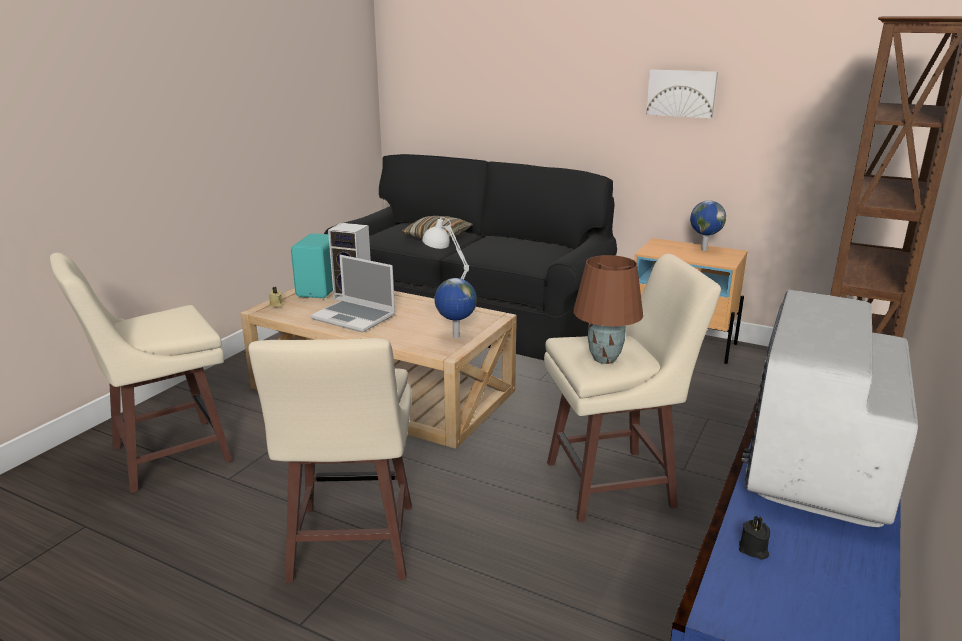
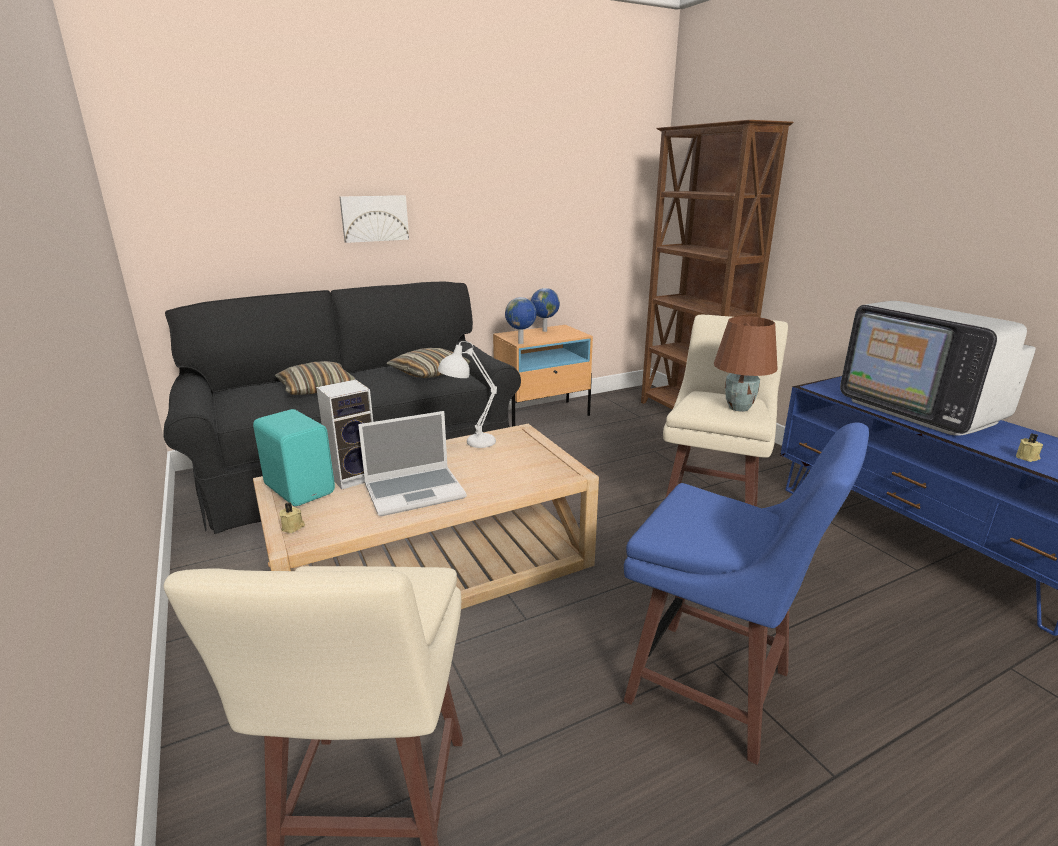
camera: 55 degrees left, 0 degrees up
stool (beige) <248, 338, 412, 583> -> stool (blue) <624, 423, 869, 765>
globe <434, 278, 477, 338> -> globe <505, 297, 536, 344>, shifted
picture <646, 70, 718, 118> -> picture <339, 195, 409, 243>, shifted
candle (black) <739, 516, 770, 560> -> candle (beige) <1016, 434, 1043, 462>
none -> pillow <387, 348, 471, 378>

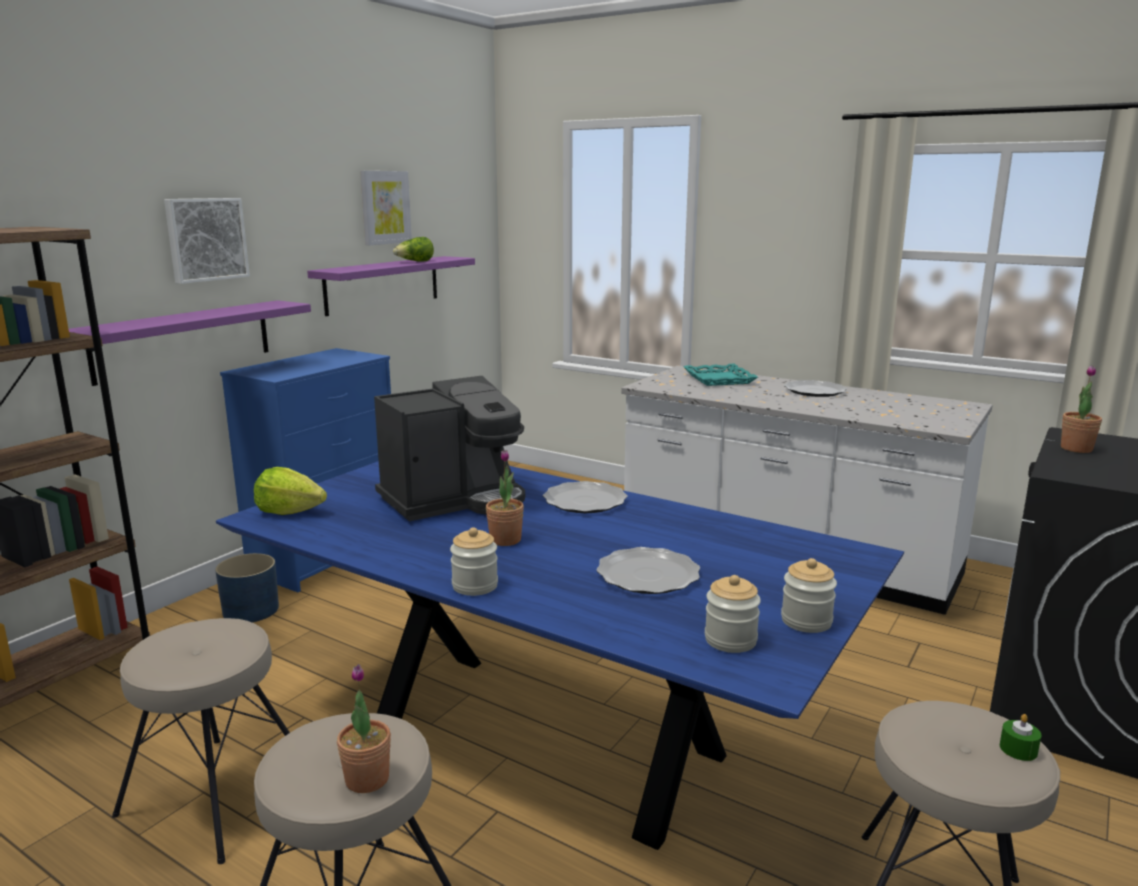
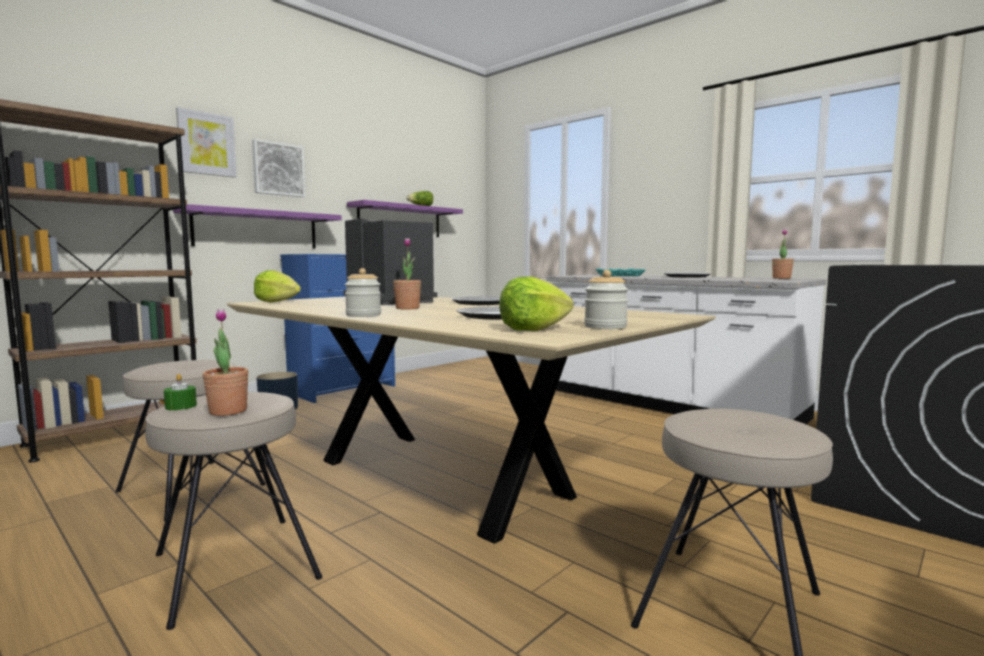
camera: 10 degrees right, 10 degrees down
dining table (blue) <216, 461, 904, 850> -> dining table (beige) <227, 297, 716, 544>
picture <360, 171, 412, 245> -> picture <176, 107, 237, 178>, shifted
coffee machine <374, 376, 525, 521> -> coffee machine <343, 218, 437, 305>, 105 degrees counterclockwise
jar <705, 575, 761, 653> -> lettuce <499, 277, 573, 331>
candle (green) <1000, 714, 1042, 761> -> candle (green) <164, 374, 197, 410>, shifted
potted plant <1061, 366, 1102, 453> -> potted plant <772, 229, 794, 279>, shifted

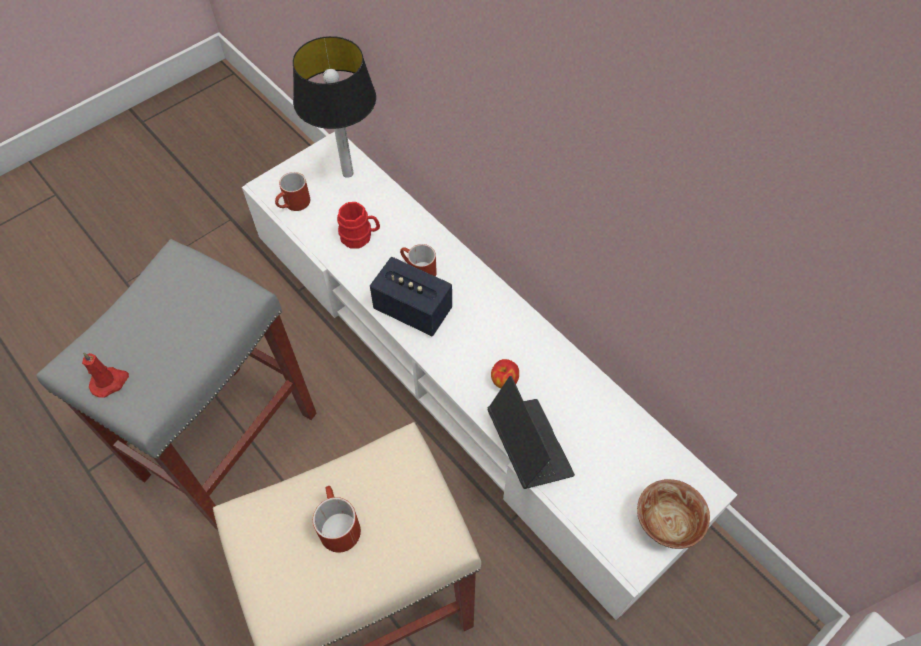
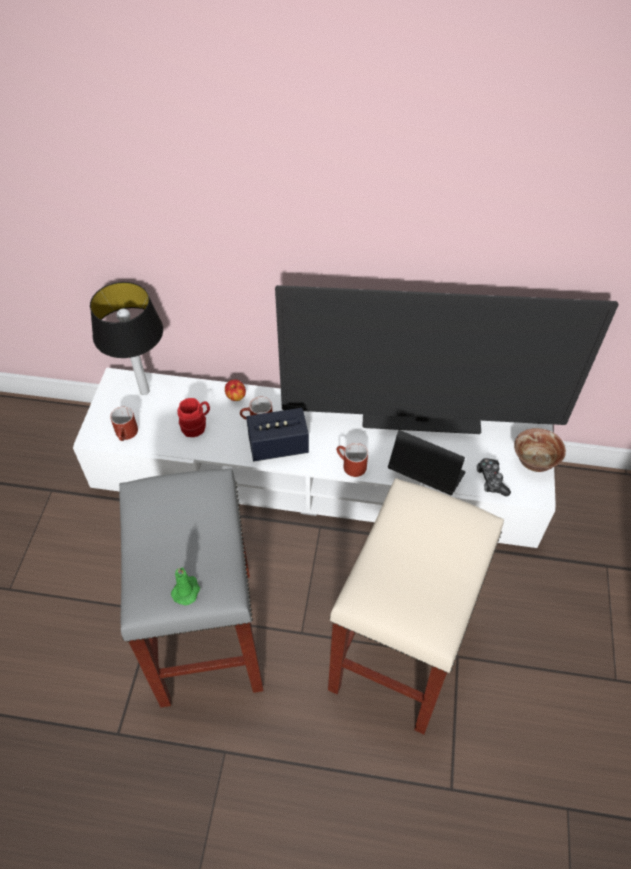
camera: 40 degrees left, 5 degrees down
candle (red) <82, 352, 129, 398> -> candle (green) <171, 567, 200, 605>
mug (red) <313, 486, 361, 553> -> mug (red) <337, 443, 368, 477>, shifted
apple <491, 359, 519, 388> -> apple <225, 379, 246, 401>, shifted
none -> television <275, 285, 618, 434>
none -> game controller <477, 458, 511, 496>

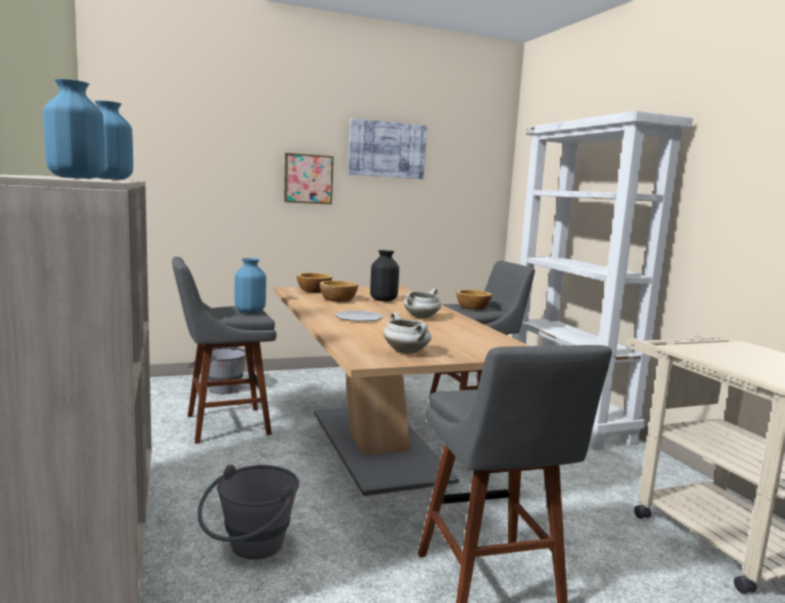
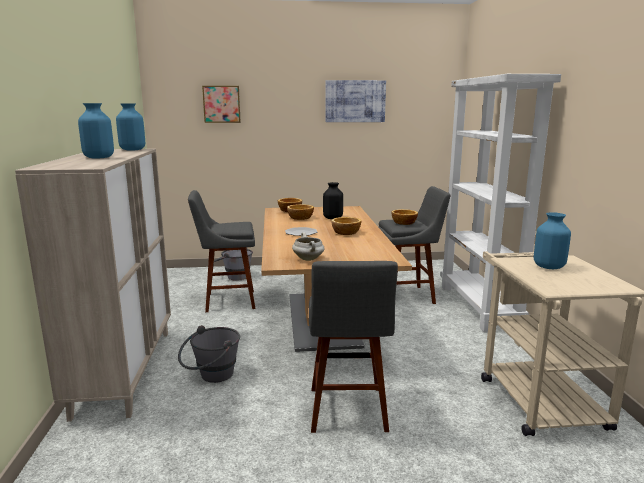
camera: 15 degrees right, 5 degrees up
vase (blue) <235, 258, 266, 313> -> vase (blue) <534, 212, 571, 269>, shifted
picture <284, 153, 334, 204> -> picture <202, 86, 241, 123>, shifted
cooking pot (white) <404, 288, 441, 319> -> bowl <331, 217, 361, 235>

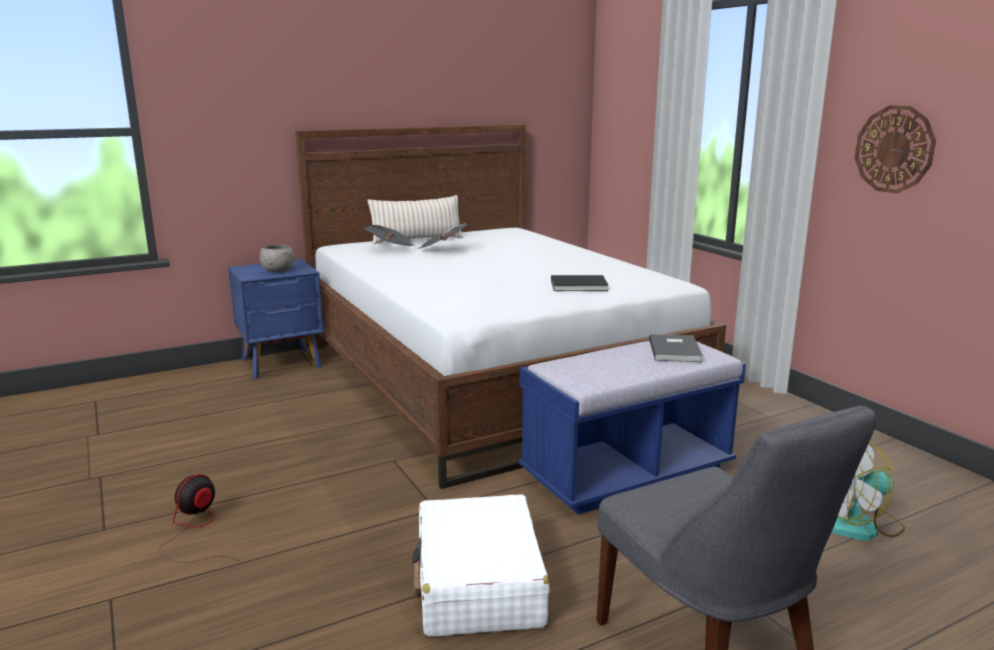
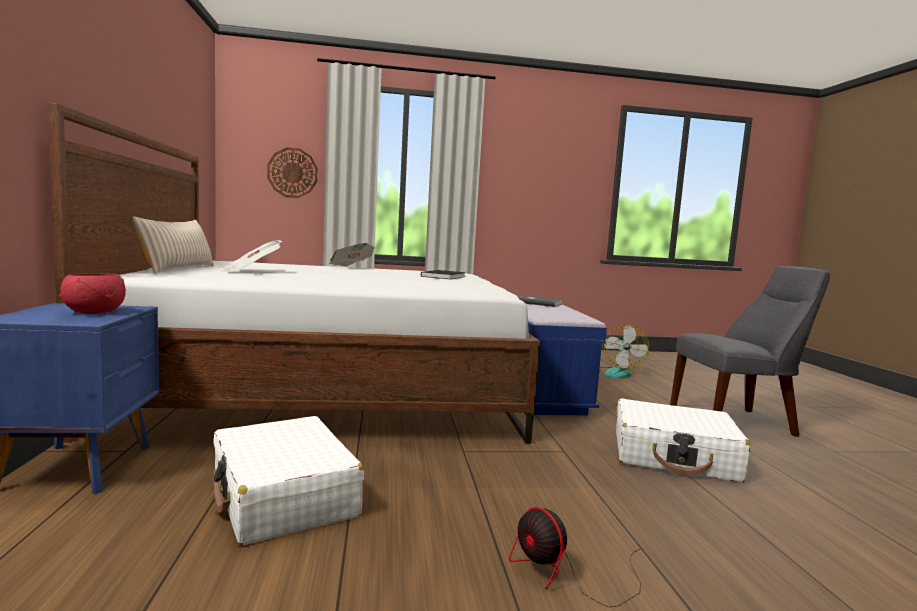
camera: 70 degrees left, 10 degrees down
bowl (grey) <260, 245, 295, 272> -> bowl (red) <59, 273, 126, 314>
newspaper <363, 225, 414, 246> -> newspaper <329, 243, 375, 266>, shifted
wall clock <854, 105, 936, 193> -> wall clock <267, 147, 318, 198>, shifted
none -> suitcase (white) <213, 416, 364, 545>

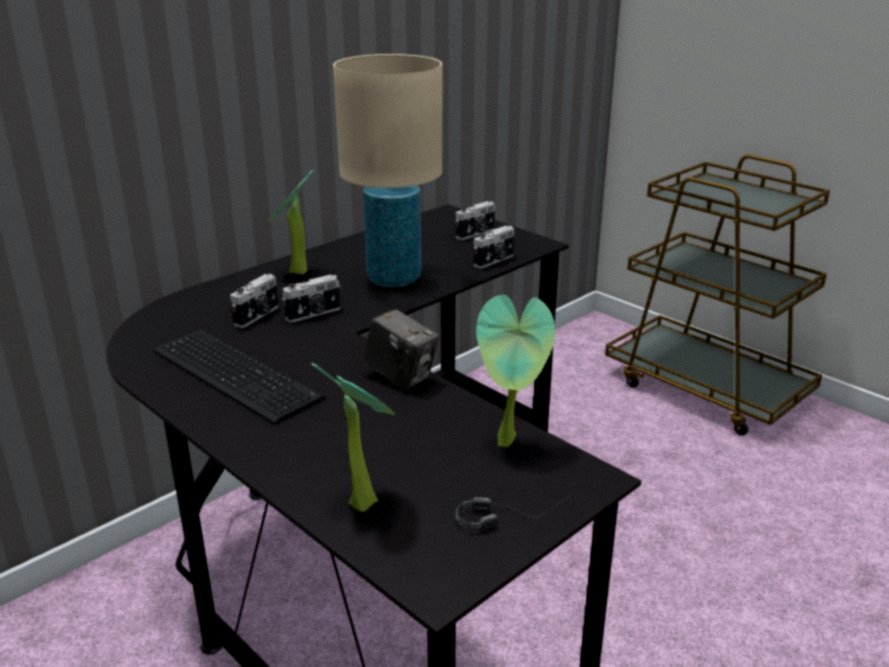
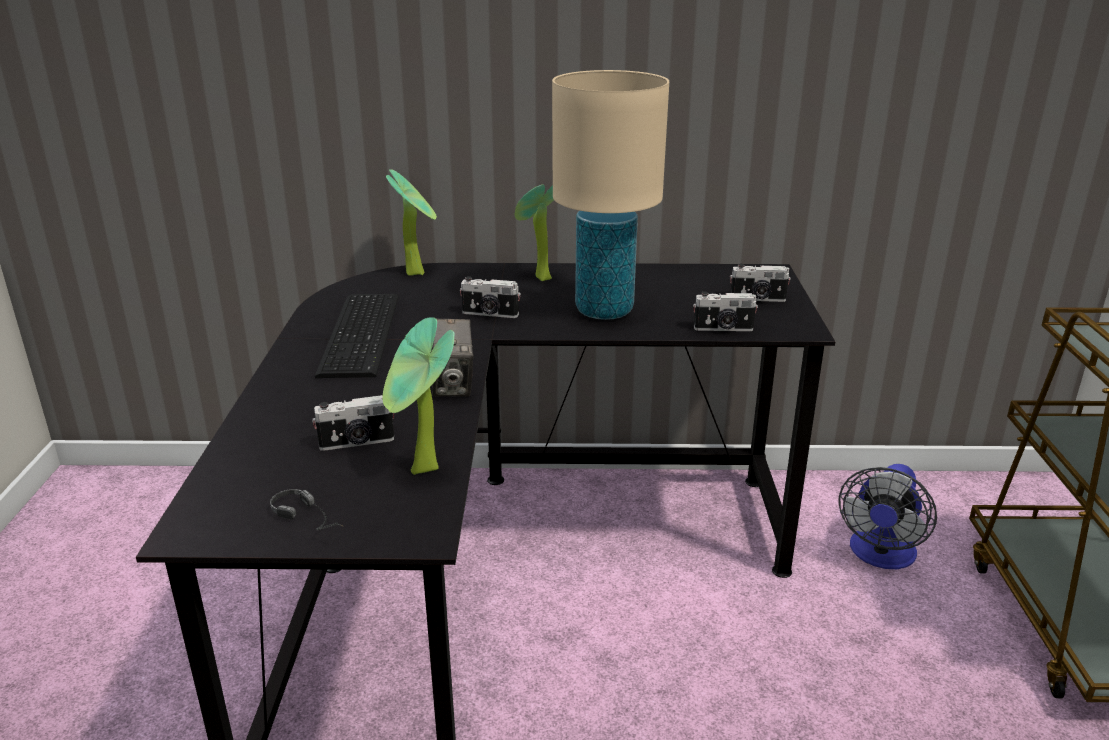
camera: 45 degrees right, 0 degrees up
photo camera <230, 274, 278, 328> -> photo camera <312, 395, 394, 451>, shifted
potted plant <311, 363, 395, 512> -> potted plant <386, 169, 437, 276>, shifted
none -> fan <838, 464, 937, 569>

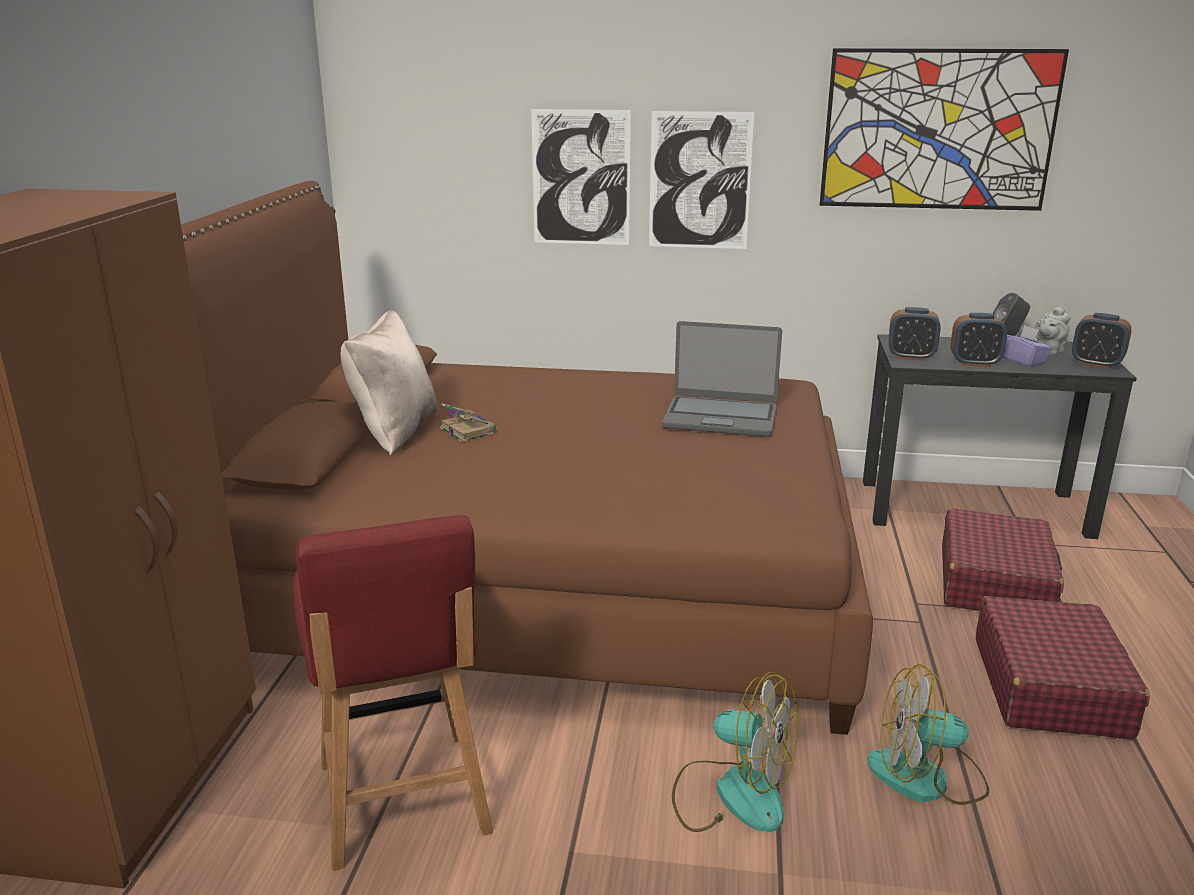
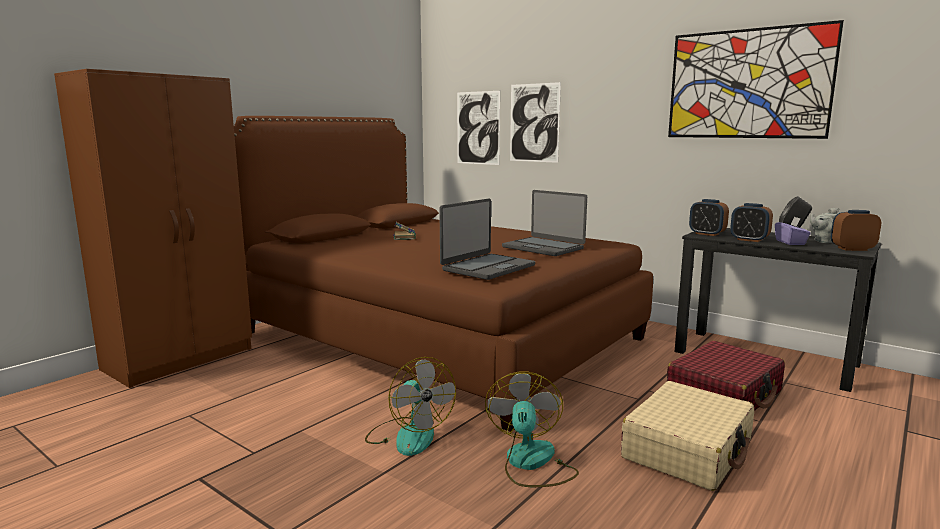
camera: 30 degrees right, 10 degrees down
chair (red) <293, 515, 493, 871> -> none
pillow (beige) <341, 310, 438, 456> -> none
picture <649, 111, 754, 249> -> picture <457, 91, 500, 165>, shifted
fan <868, 664, 989, 805> -> fan <485, 372, 579, 487>, 60 degrees clockwise
suitcase (red) <976, 596, 1150, 740> -> suitcase (beige) <621, 381, 754, 491>
alarm clock <1072, 313, 1132, 369> -> alarm clock <831, 210, 881, 251>, 120 degrees clockwise
none -> laptop <439, 199, 535, 280>

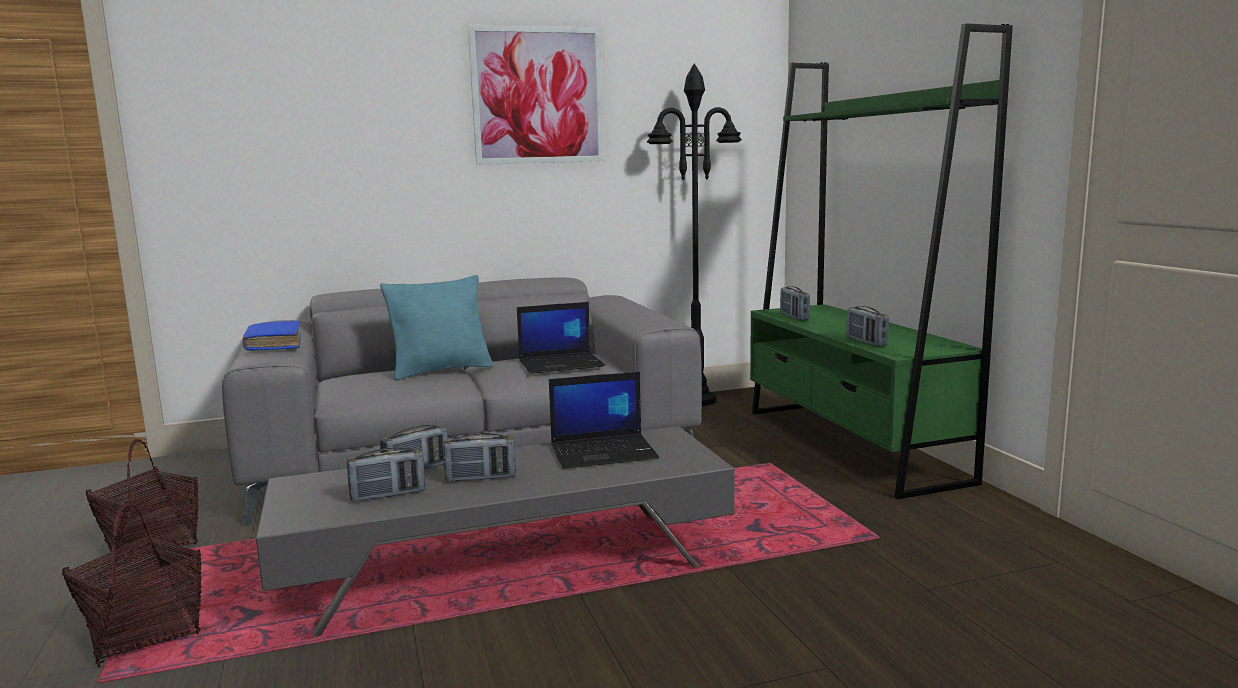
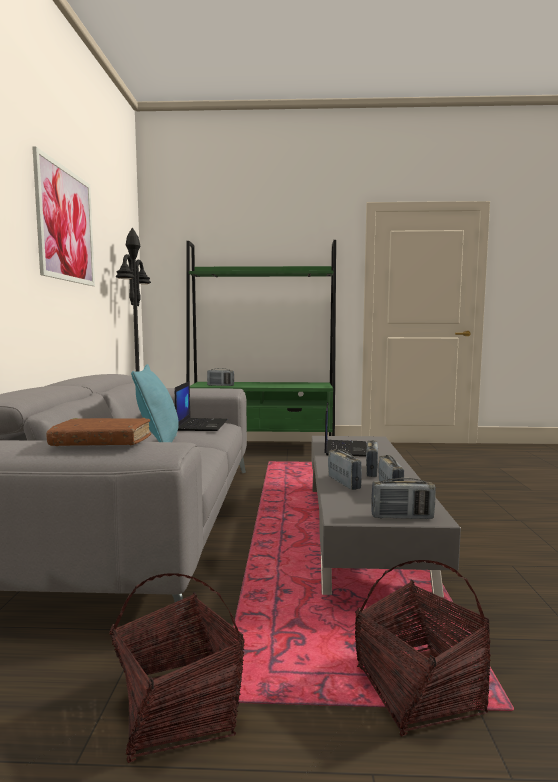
camera: 70 degrees left, 5 degrees down
book (blue) <242, 320, 301, 351> -> book (brown) <46, 418, 151, 446>
radio <847, 306, 889, 347> -> radio <371, 478, 436, 519>, shifted

